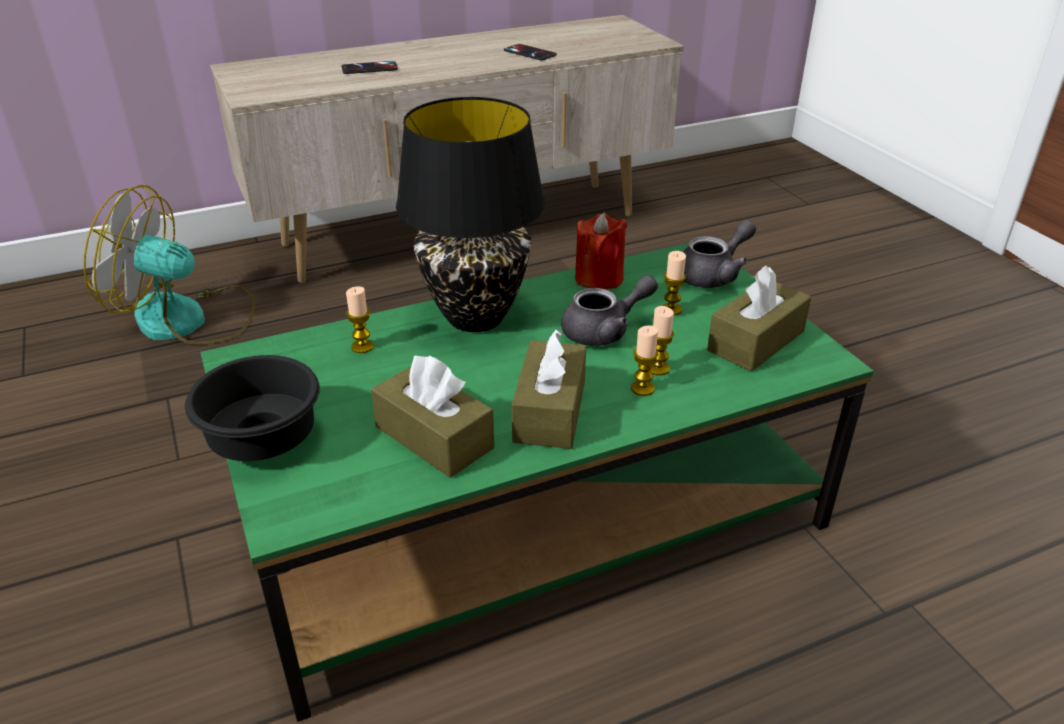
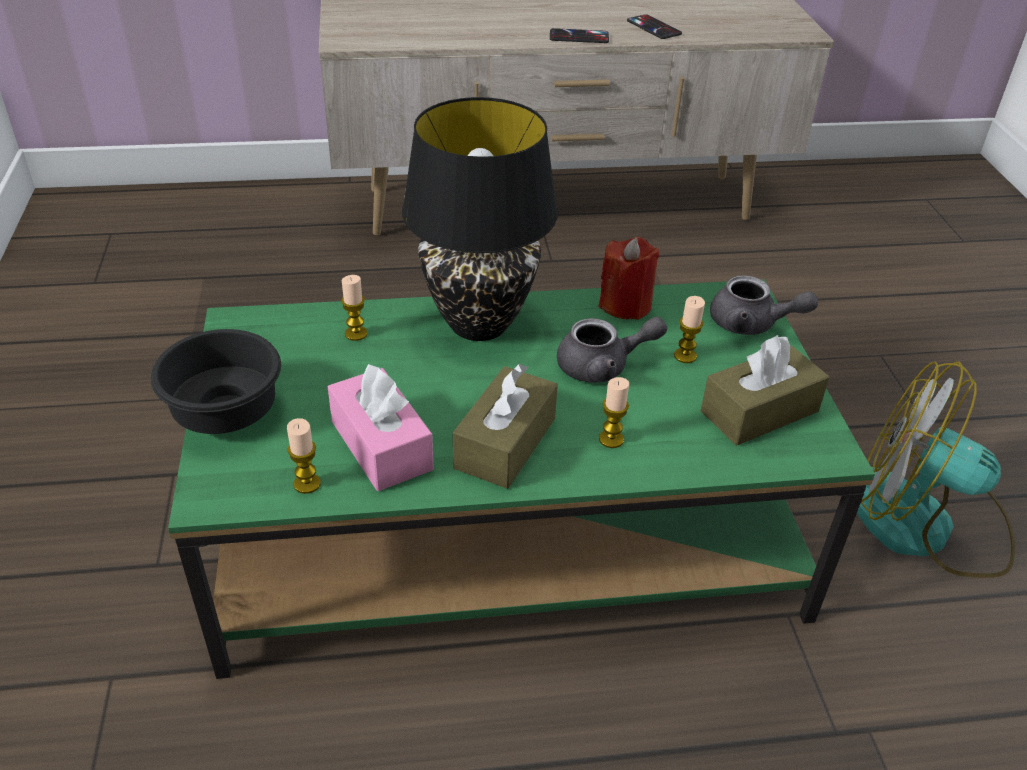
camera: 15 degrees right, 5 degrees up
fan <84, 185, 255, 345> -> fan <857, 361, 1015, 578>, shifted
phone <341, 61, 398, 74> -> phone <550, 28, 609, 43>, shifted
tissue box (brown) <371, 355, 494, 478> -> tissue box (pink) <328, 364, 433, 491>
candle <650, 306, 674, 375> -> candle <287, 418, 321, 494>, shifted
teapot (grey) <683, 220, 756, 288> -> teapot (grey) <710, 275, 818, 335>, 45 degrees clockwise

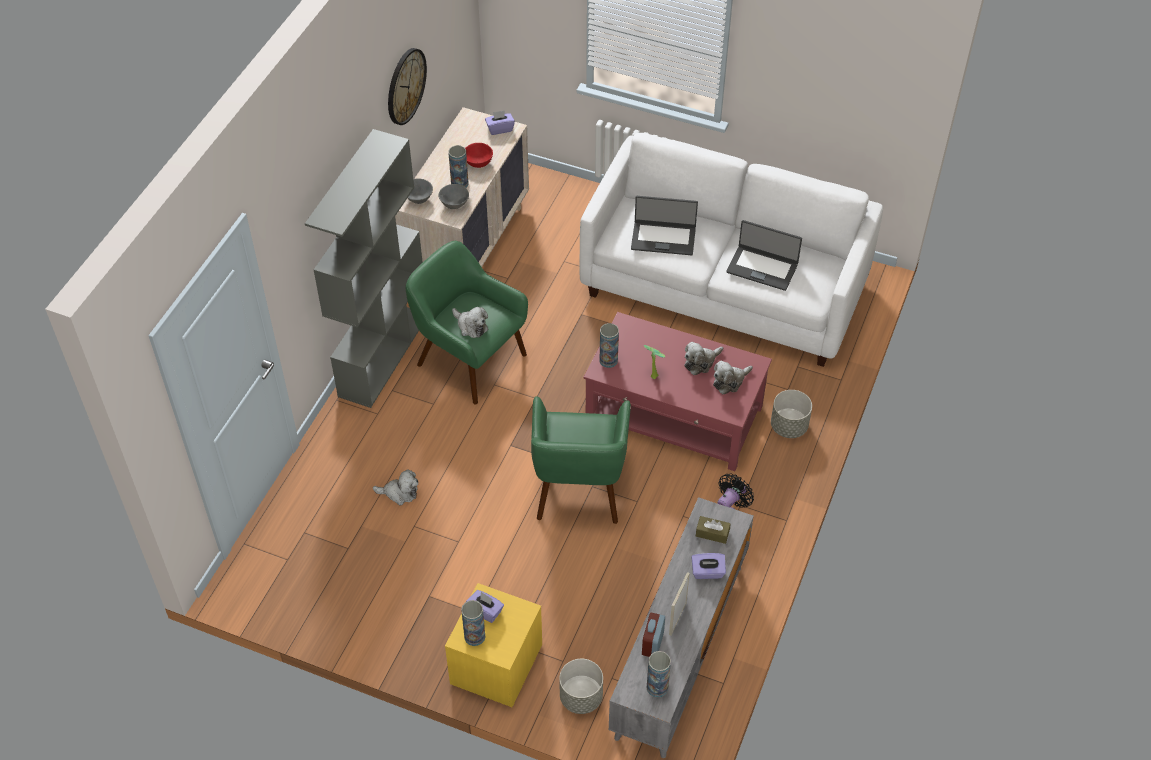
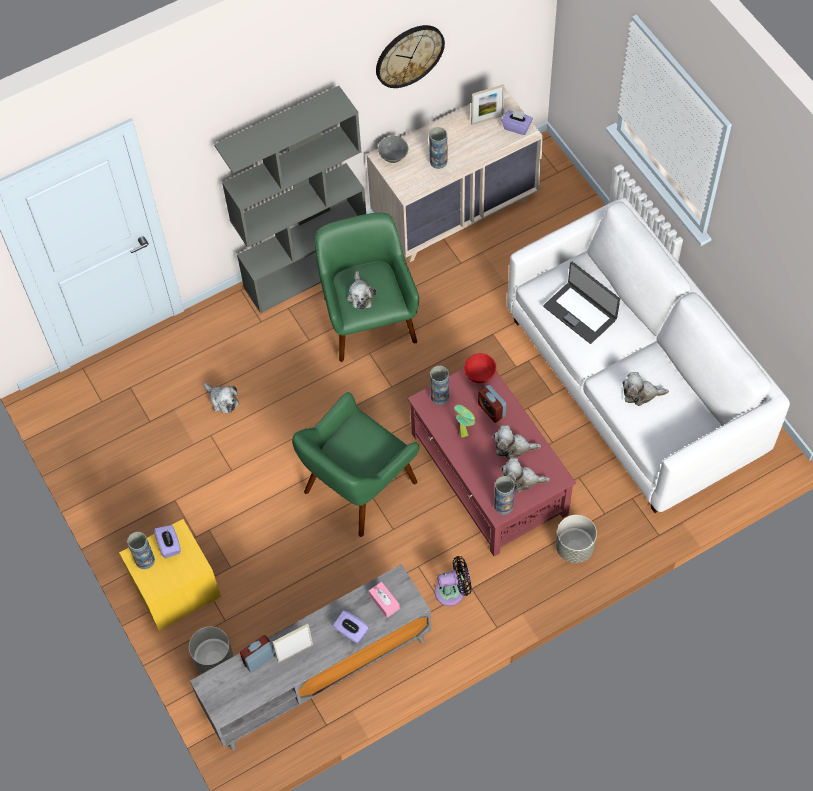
camera: 40 degrees right, 10 degrees up
bowl (grey) <438, 184, 469, 209> -> none
bowl (red) <465, 143, 493, 168> -> bowl (red) <464, 353, 496, 383>, shifted
vase <647, 651, 671, 698> -> vase <494, 476, 515, 514>, shifted
tissue box (brown) <696, 516, 731, 544> -> tissue box (pink) <369, 582, 400, 618>
laptop <726, 220, 802, 291> -> plush toy <622, 372, 669, 406>
none -> picture frame <471, 84, 505, 125>
none -> alarm clock <478, 384, 506, 423>

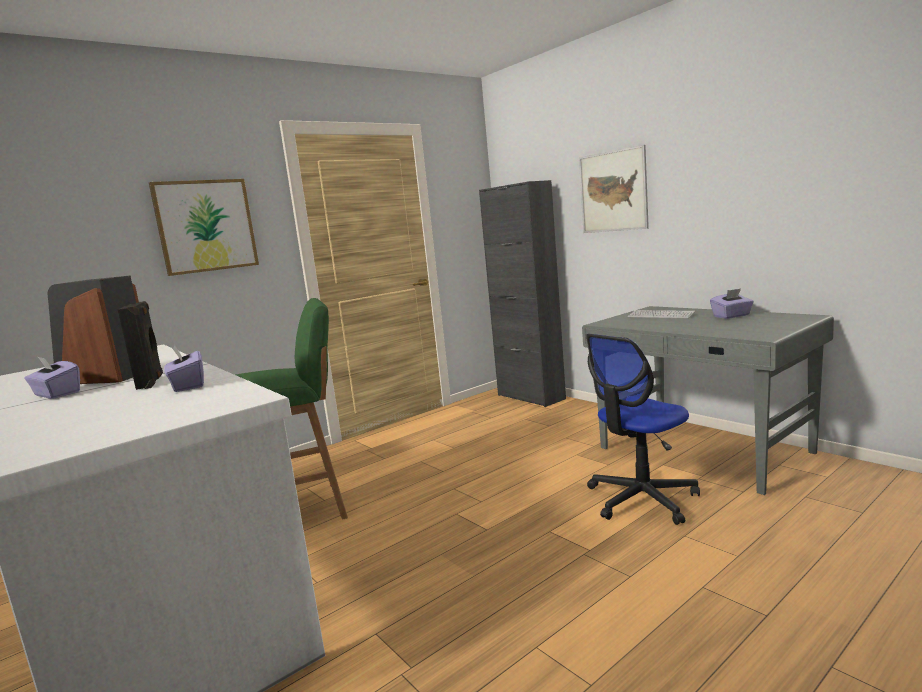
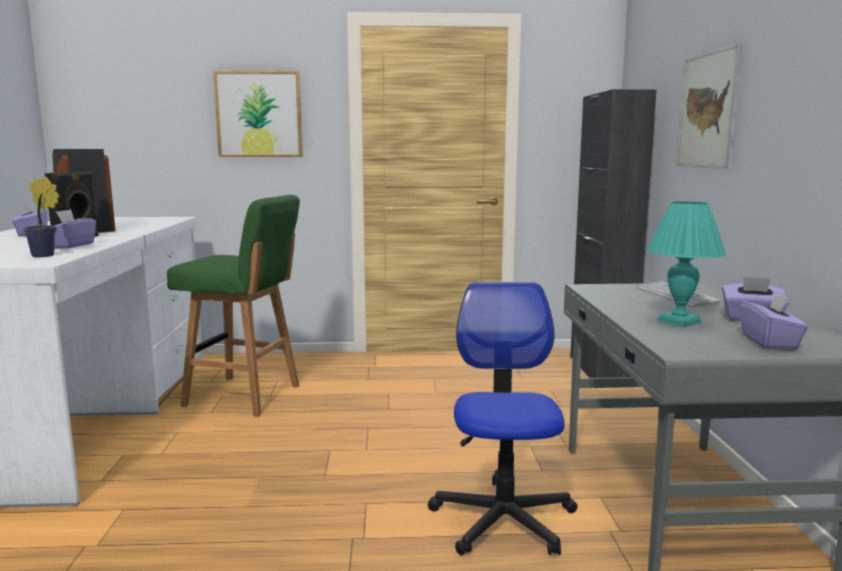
camera: 35 degrees right, 0 degrees up
office chair <586, 334, 700, 525> -> office chair <428, 282, 577, 555>, 90 degrees clockwise
none -> potted plant <23, 176, 60, 257>
none -> table lamp (turquoise) <647, 201, 726, 327>
none -> tissue box (purple) <740, 292, 808, 349>

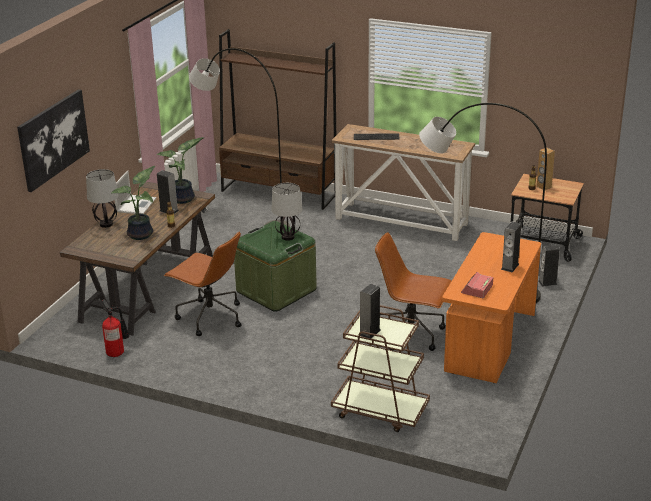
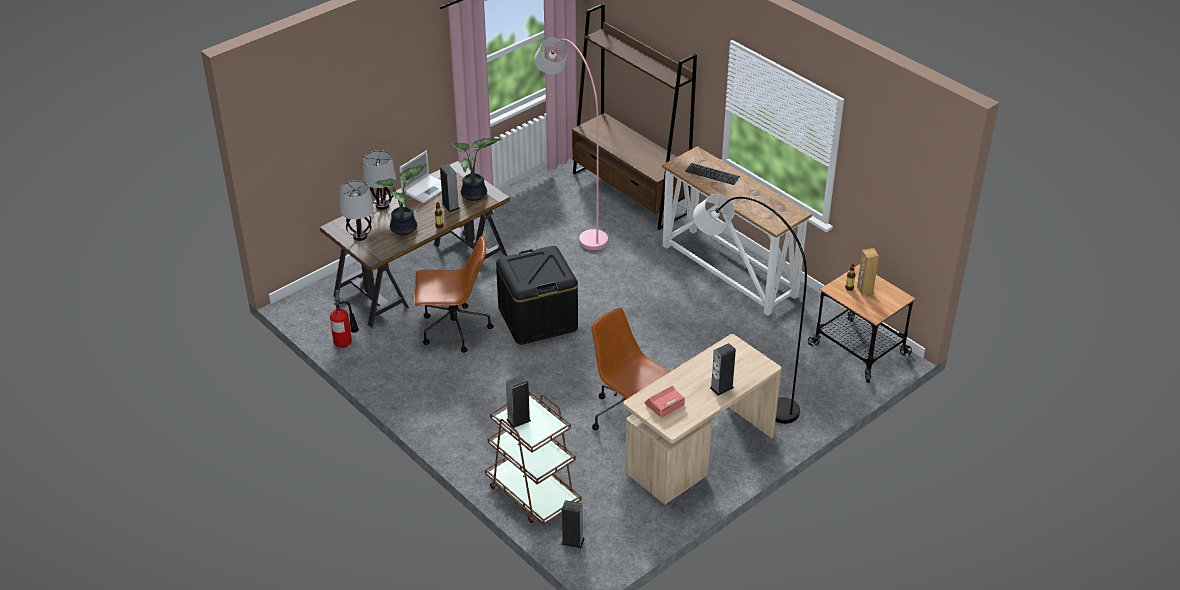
camera: 25 degrees right, 10 degrees up
picture <17, 89, 90, 192> -> none
office chair (brown) <164, 231, 241, 336> -> office chair (brown) <413, 236, 494, 353>, 60 degrees counterclockwise
floor lamp (grey) <189, 48, 290, 227> -> floor lamp (pink) <535, 38, 608, 250>
storage box (green) <234, 221, 317, 312> -> storage box (black) <496, 246, 578, 345>
table lamp <271, 183, 302, 241> -> table lamp <339, 180, 374, 241>, shifted
desk (orange) <442, 232, 541, 383> -> desk (beige) <623, 334, 781, 504>
speaker <538, 244, 560, 287> -> speaker <561, 500, 585, 549>, shifted

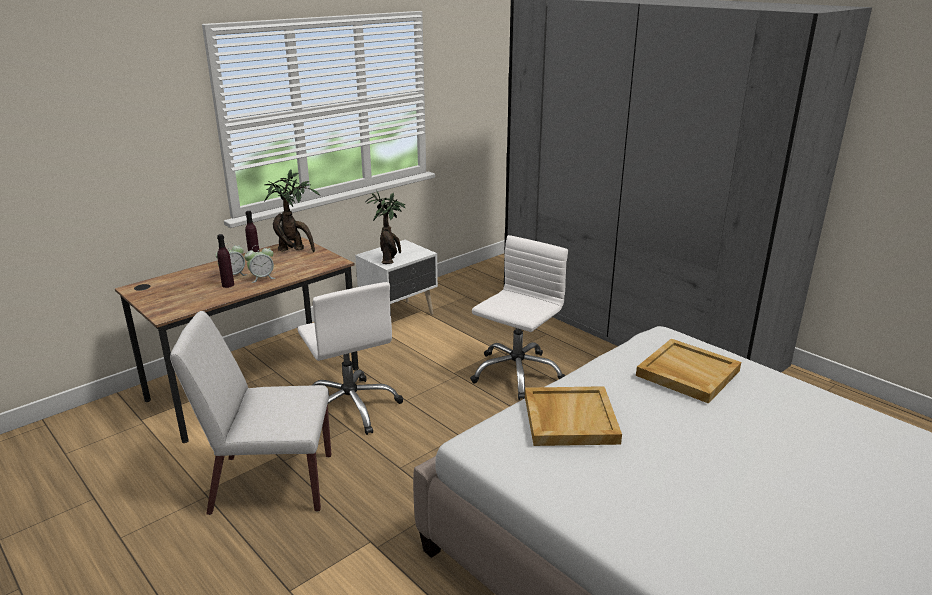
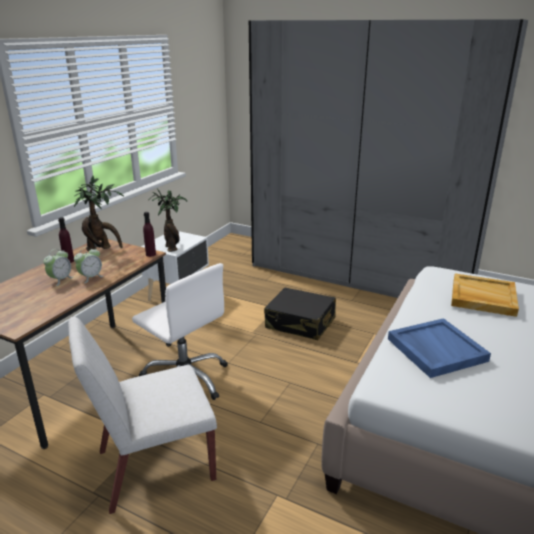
camera: 20 degrees left, 0 degrees up
bottle (purple) <217, 234, 234, 288> -> bottle (purple) <143, 212, 156, 257>, shifted
office chair (white) <470, 235, 568, 400> -> suitcase (black) <264, 287, 336, 340>
tray (beige) <525, 386, 622, 446> -> tray (blue) <388, 318, 491, 378>

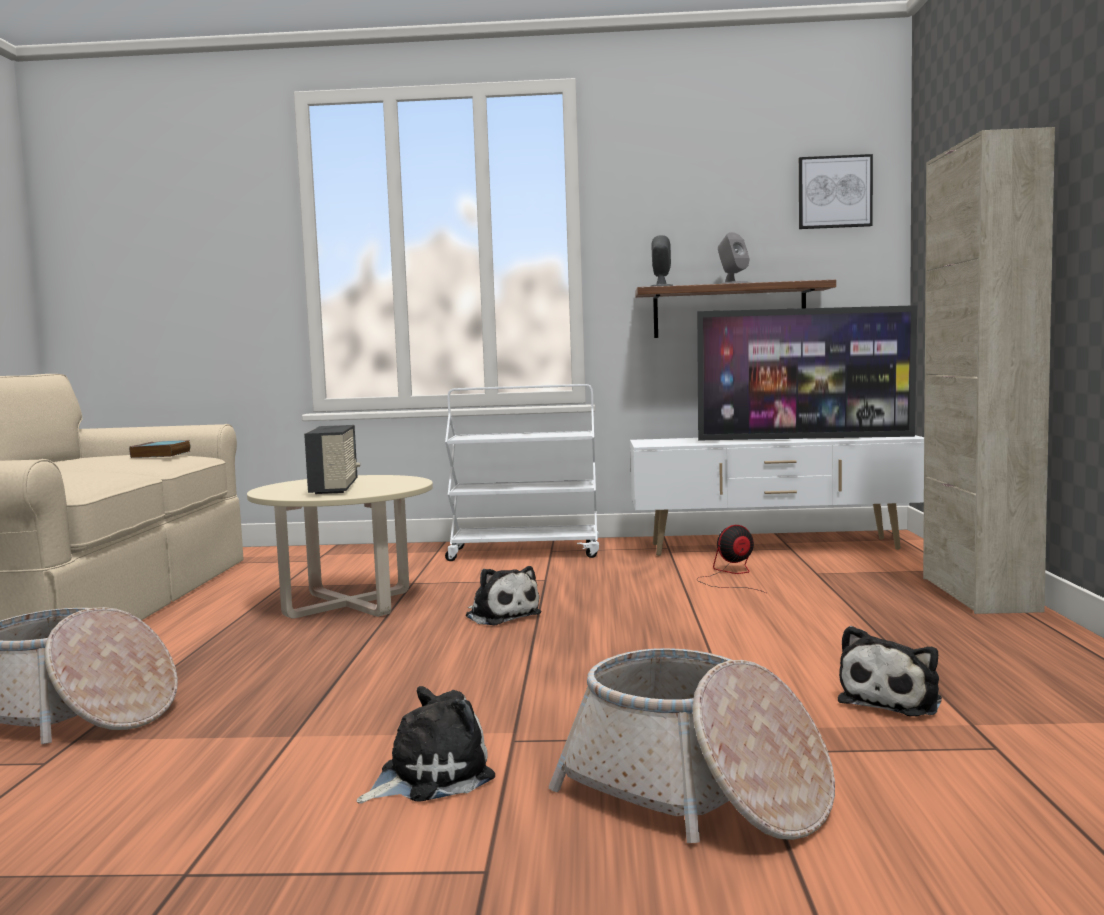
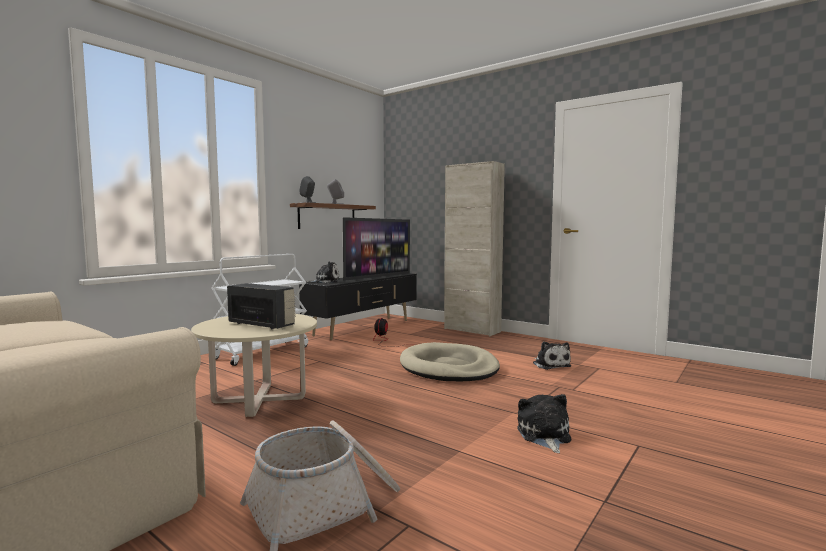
camera: 55 degrees left, 0 degrees up
book <129, 440, 191, 458> -> none
plush toy <466, 566, 542, 626> -> plush toy <307, 261, 339, 283>, shifted
basket <549, 648, 835, 843> -> none
tv stand (white) <630, 435, 924, 556> -> tv stand (black) <299, 273, 417, 340>
picture <799, 154, 873, 229> -> none
none -> dog bed (beige) <400, 342, 500, 381>

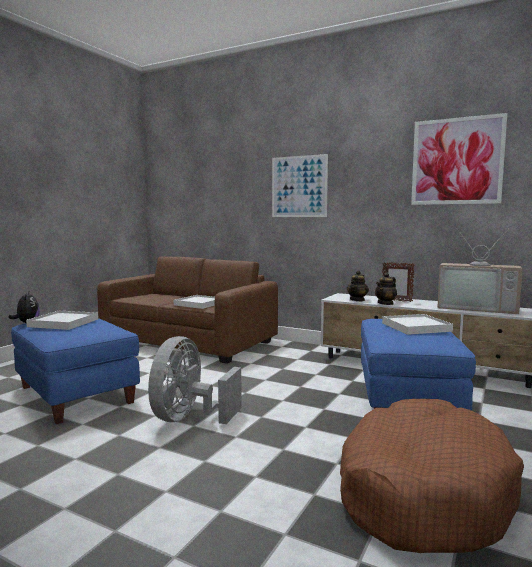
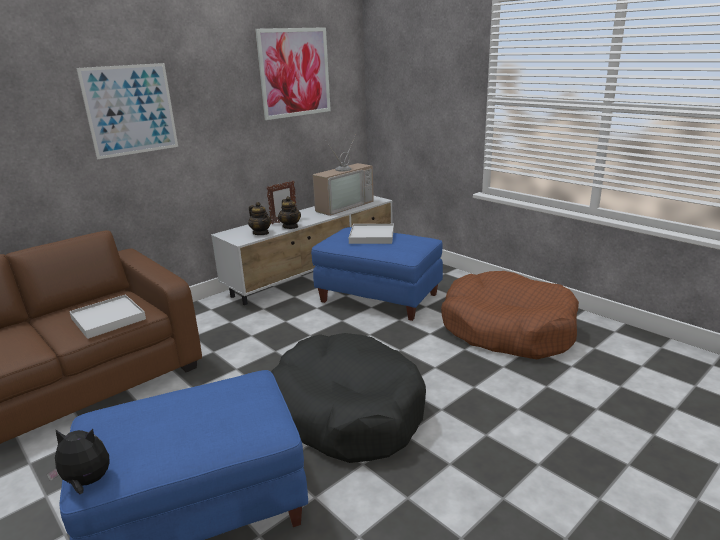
camera: 70 degrees left, 15 degrees up
tray (white) <26, 311, 98, 330> -> none
fan (grey) <148, 336, 242, 424> -> dog bed (black) <271, 333, 426, 463>

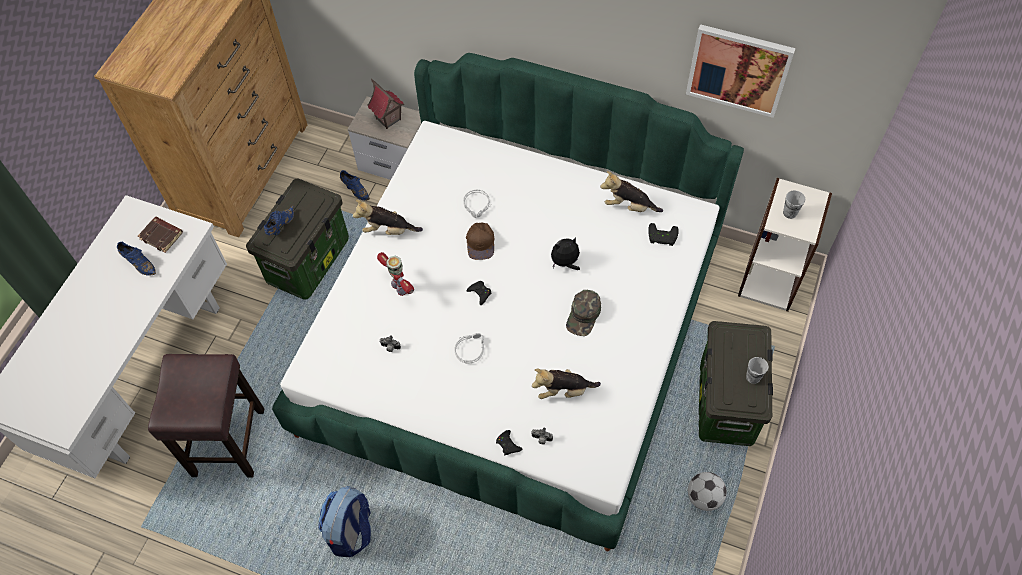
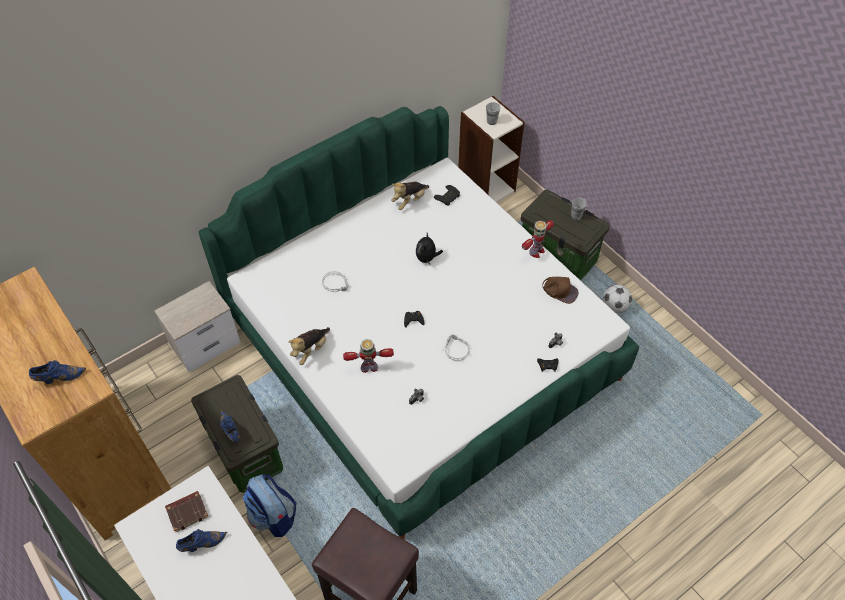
camera: 60 degrees left, 5 degrees down
backpack <318, 486, 371, 557> -> backpack <243, 474, 296, 537>, shifted
shoe (blue) <340, 170, 370, 200> -> shoe (blue) <29, 360, 86, 384>, shifted
toy house <367, 79, 404, 129> -> none
cap (brown) <466, 223, 494, 260> -> cap (brown) <543, 277, 579, 304>, shifted
plush toy <532, 368, 601, 399> -> none
cap (green) <566, 290, 601, 336> -> none
picture <686, 24, 796, 118> -> none
none -> toy robot <522, 220, 554, 258>

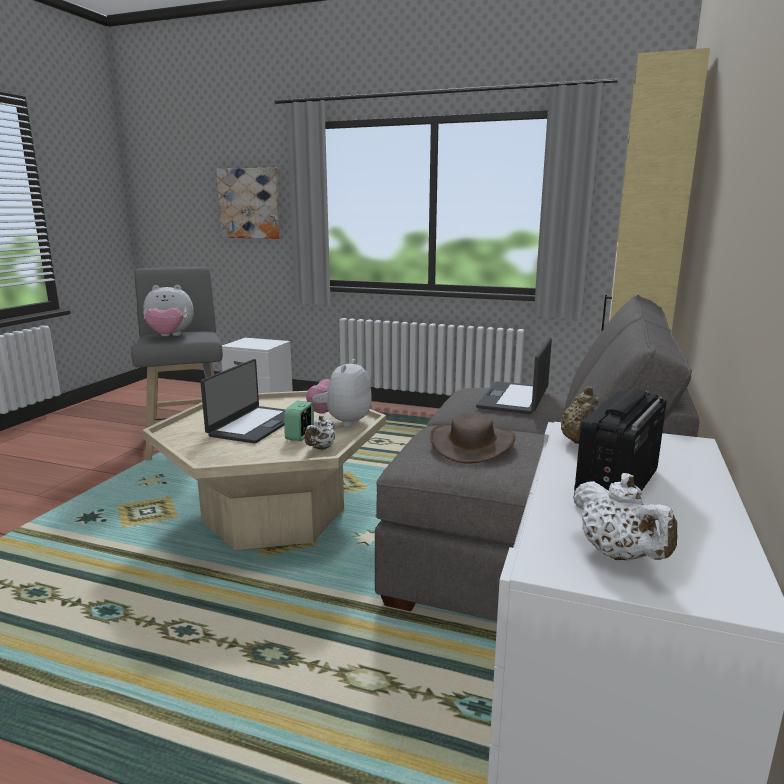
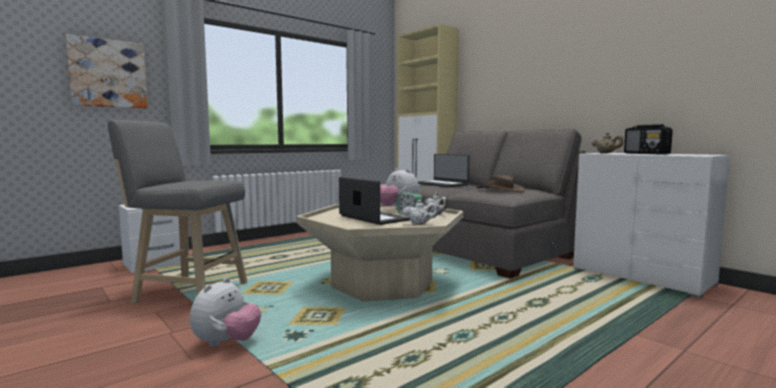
camera: 60 degrees left, 10 degrees down
plush toy <143, 285, 194, 336> -> plush toy <190, 277, 261, 347>, shifted
teapot (white) <573, 473, 677, 560> -> teapot (white) <402, 200, 438, 225>, shifted

